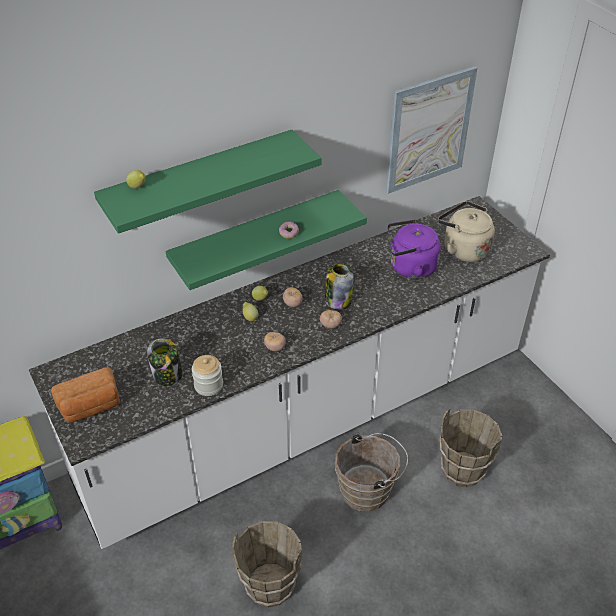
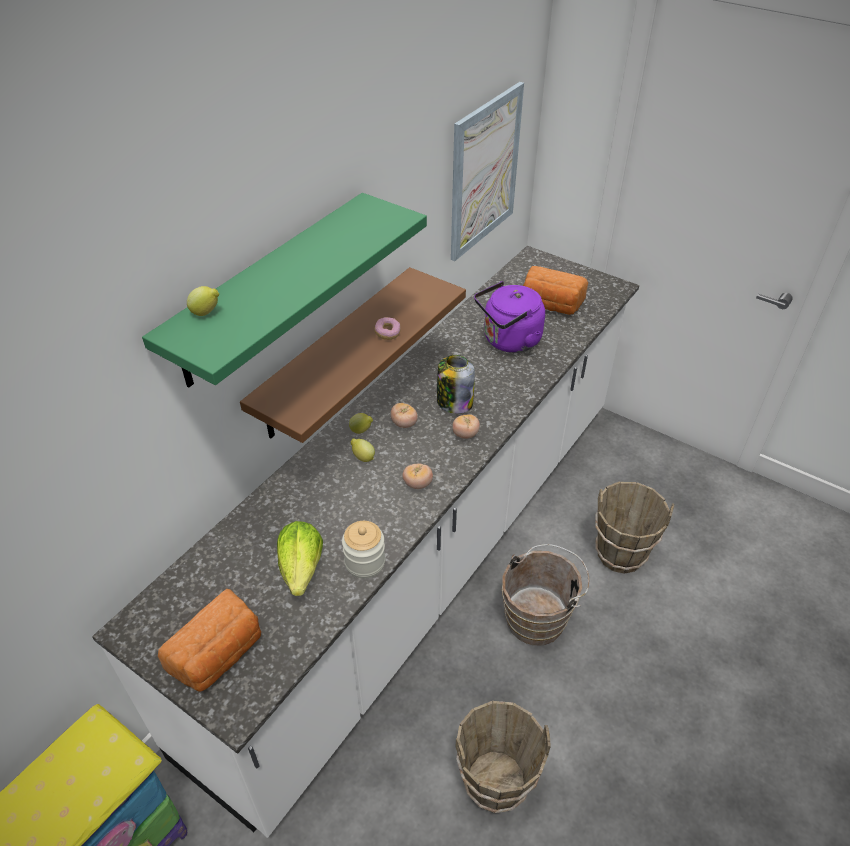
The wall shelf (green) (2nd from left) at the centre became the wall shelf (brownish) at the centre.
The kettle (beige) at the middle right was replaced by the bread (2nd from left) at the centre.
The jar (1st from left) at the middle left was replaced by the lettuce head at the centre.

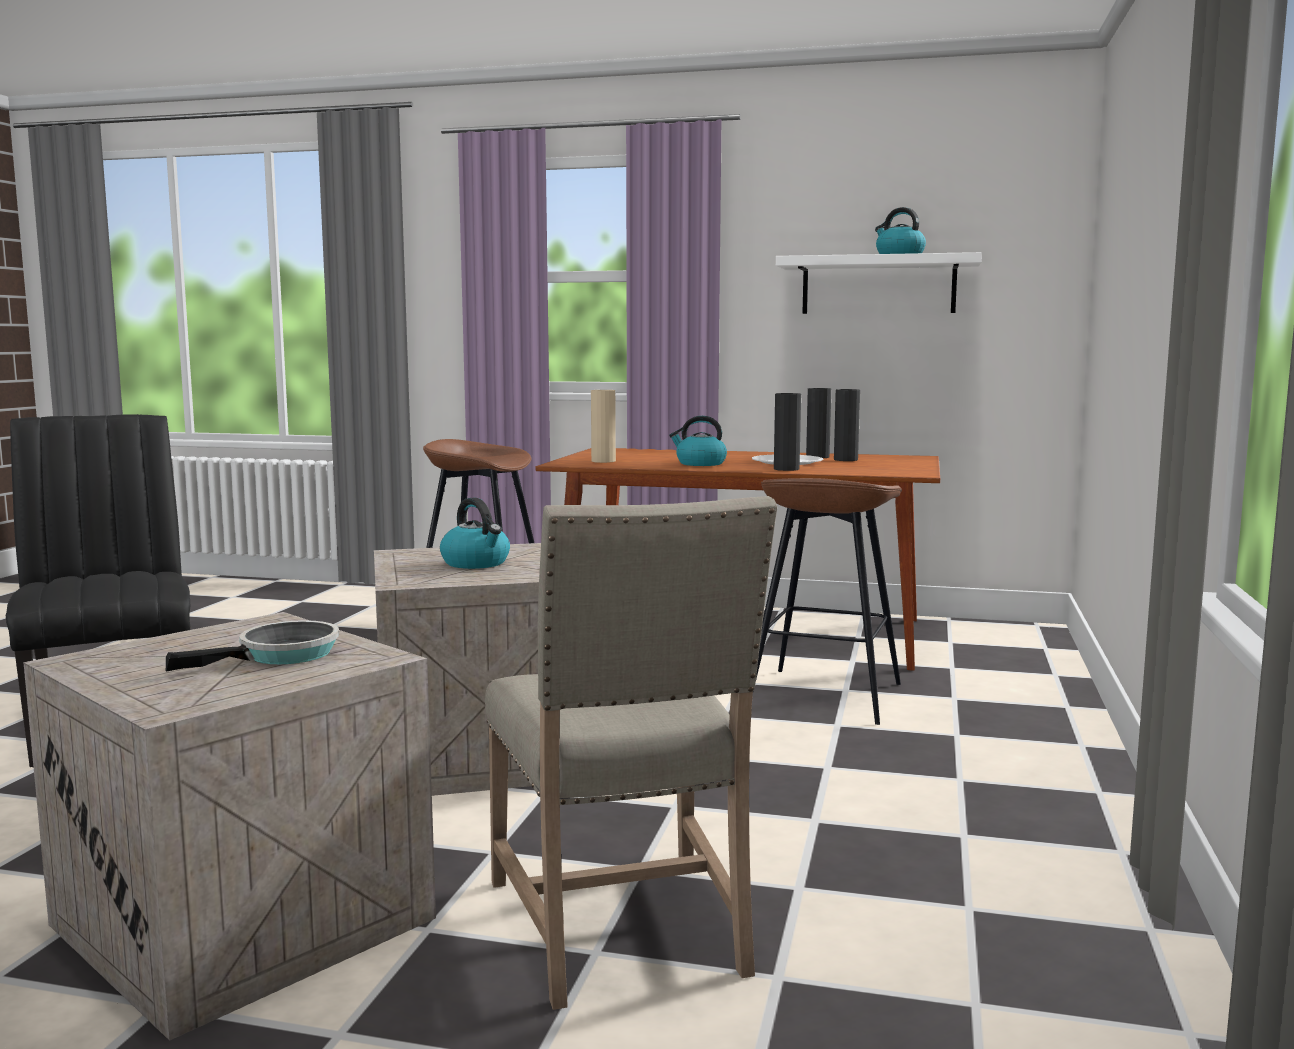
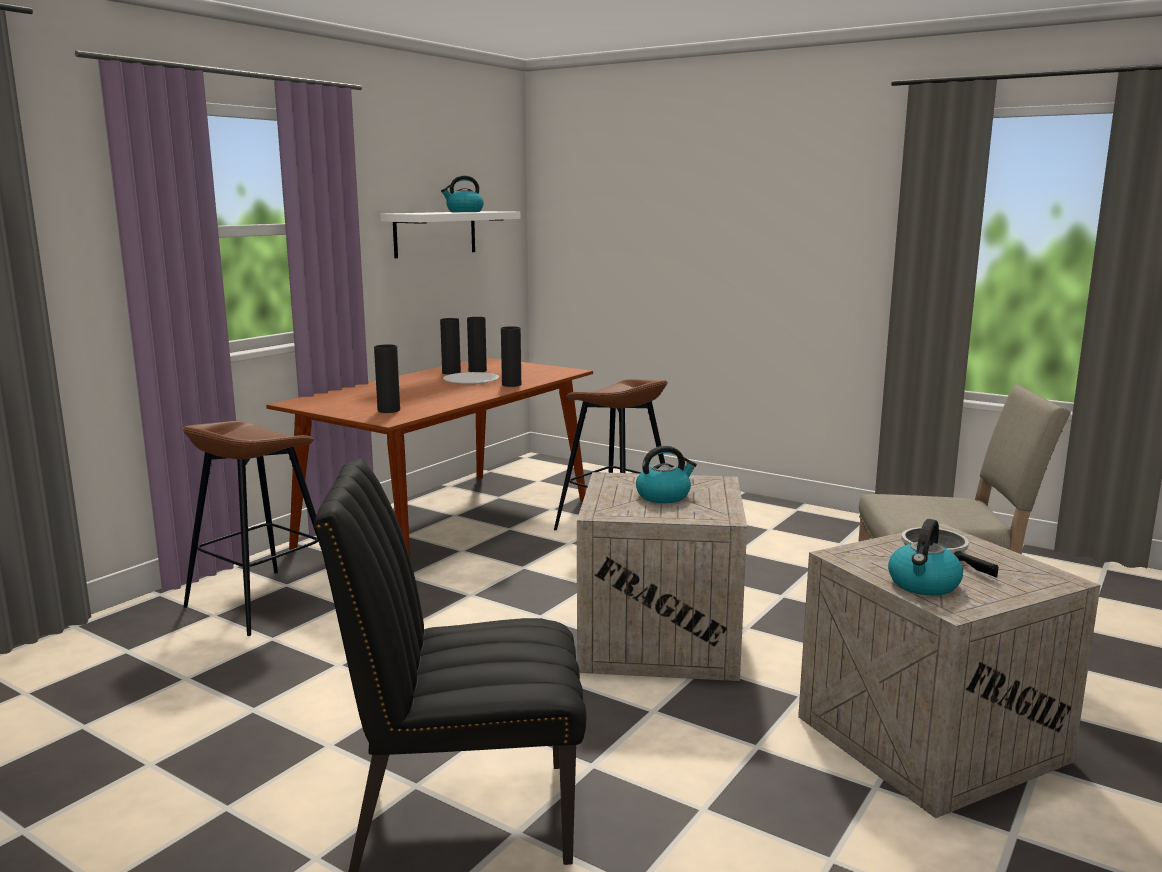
The decorative vase (beige) at the centre became the decorative vase (blackish) (1st from left) at the middle left.
The kettle (2nd from left in the first image) moved from the centre to the middle right.

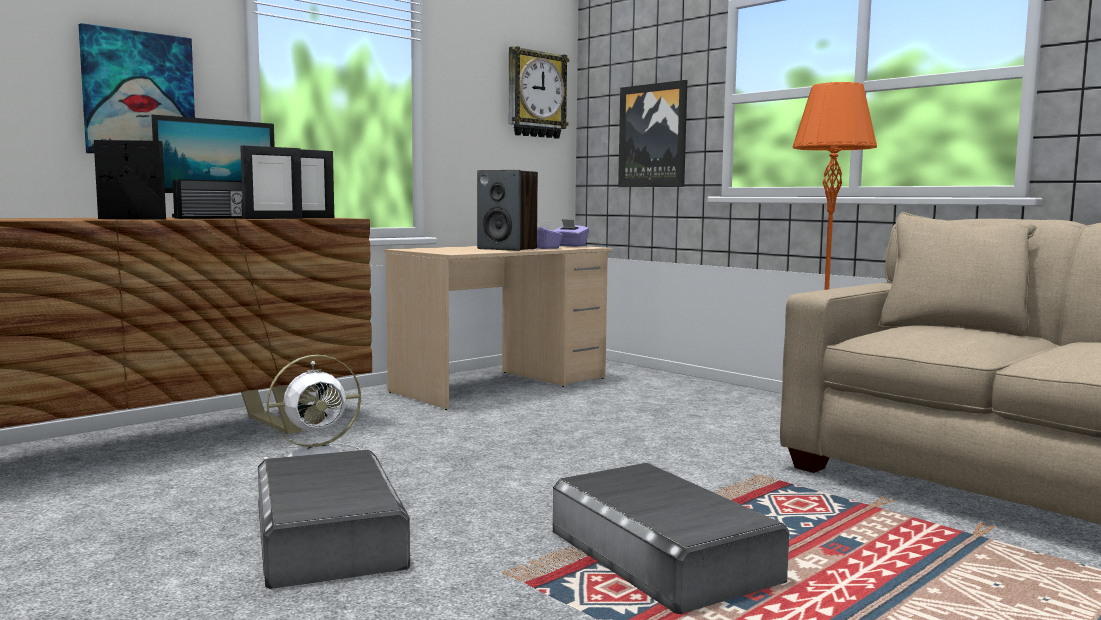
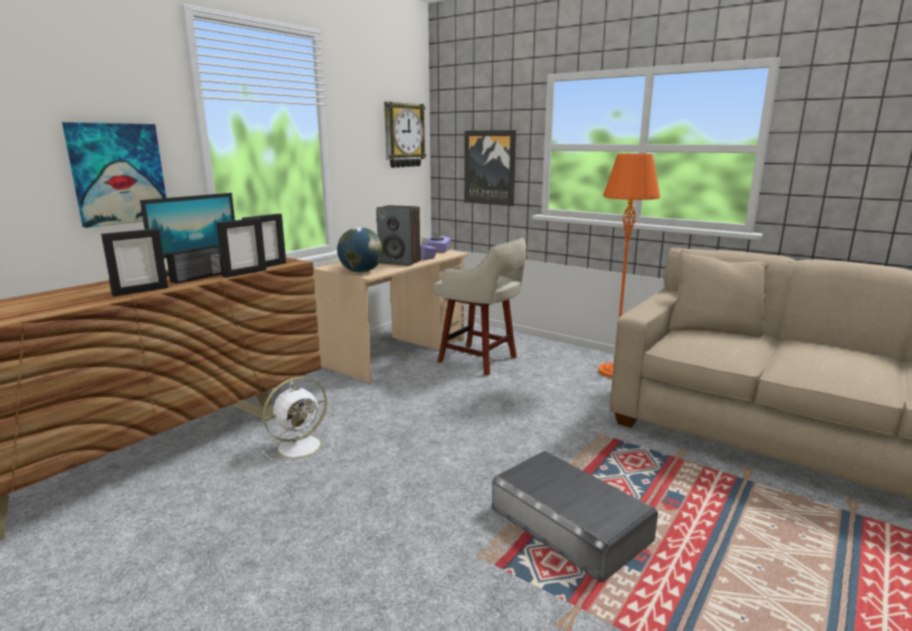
The standing frame (1st from left) at the top left turned 150 degrees clockwise.
The storage bin (gray) (1st from left) at the bottom left disappeared.
The globe at the centre appeared.
The stool seat (beige) at the centre appeared.

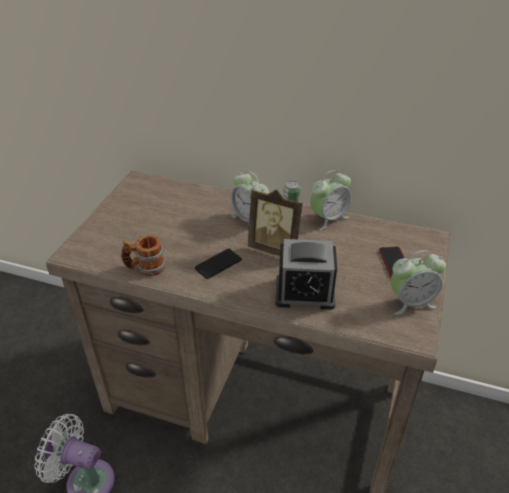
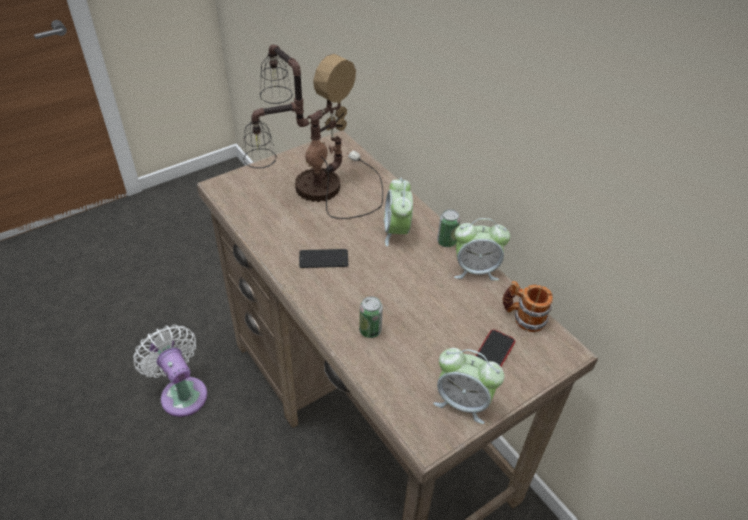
The standing frame at the centre disappeared.
The coffee mug moved from the middle left to the middle right.
The alarm clock (2nd from left) at the centre was replaced by the sealed can (1st from left) at the centre.
The lamp for a table at the top centre appeared.

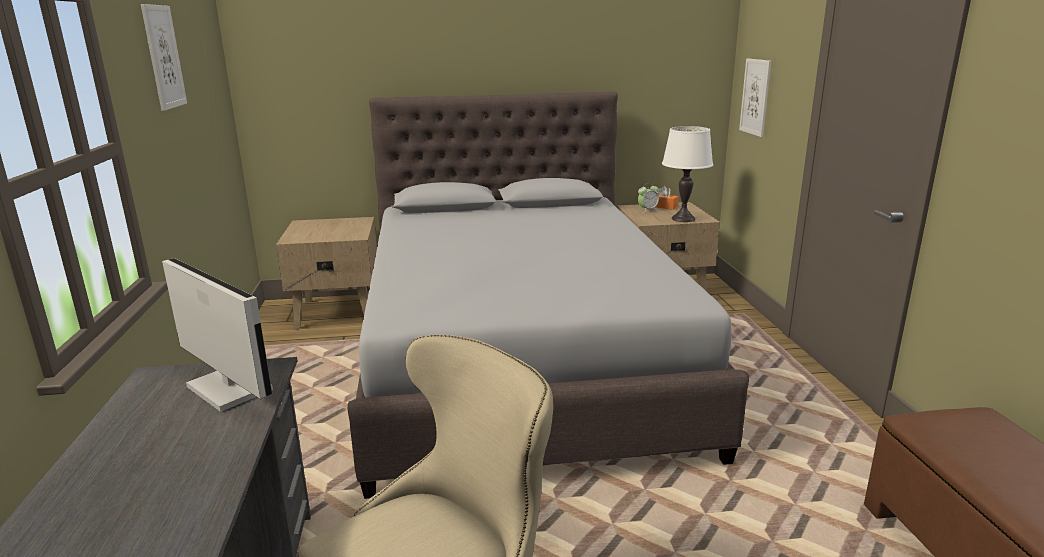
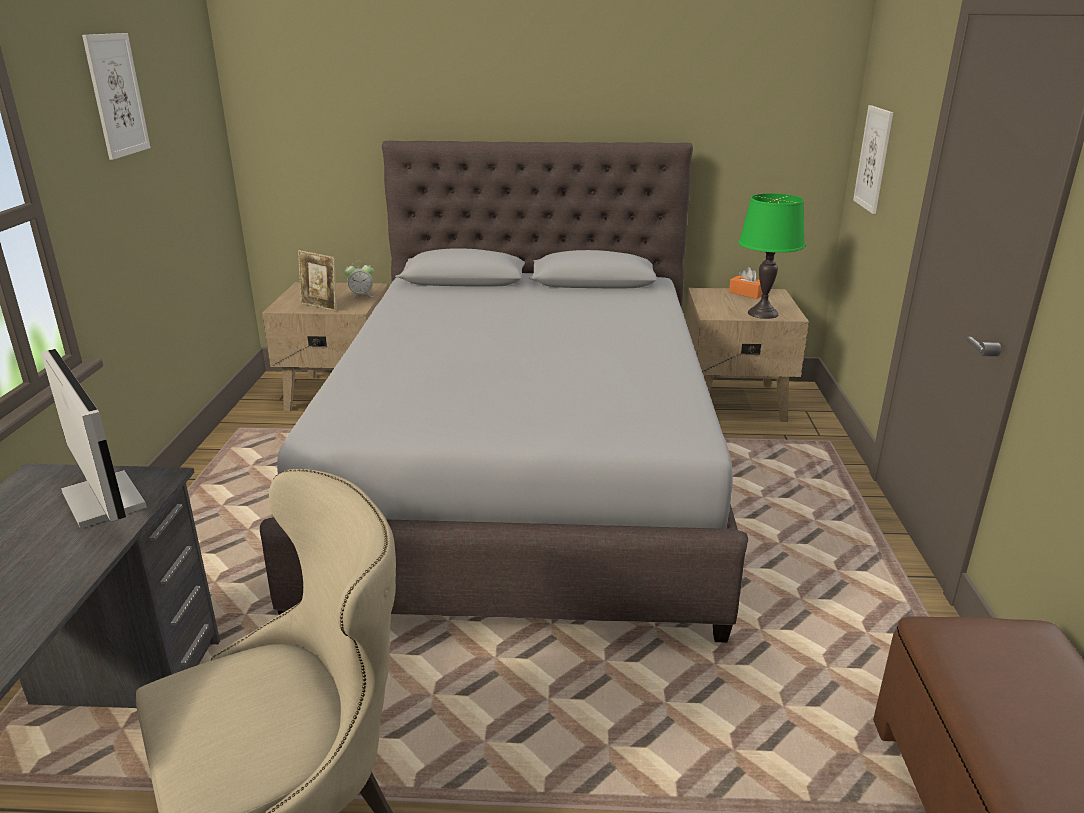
The lamp for a table (white) at the top centre became the lamp for a table (green) at the top right.
The alarm clock moved from the centre to the middle left.
The standing frame at the middle left appeared.

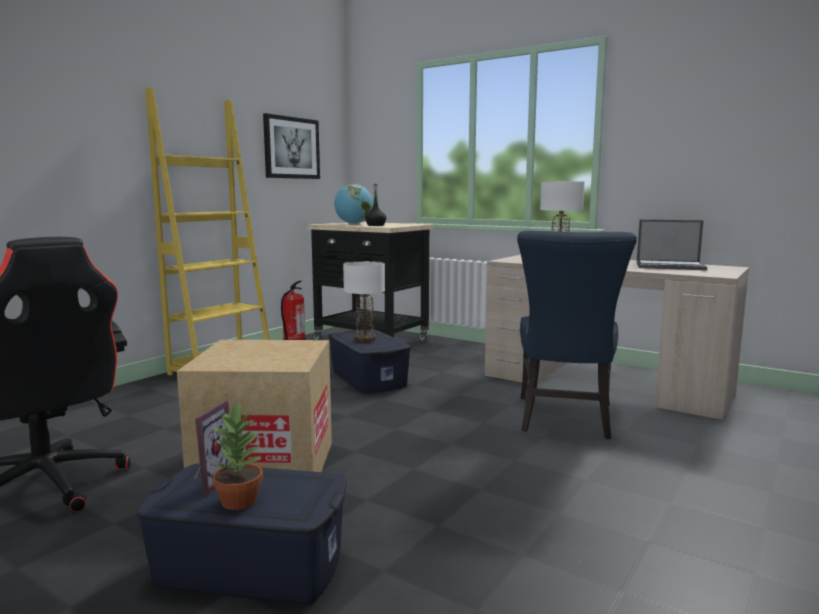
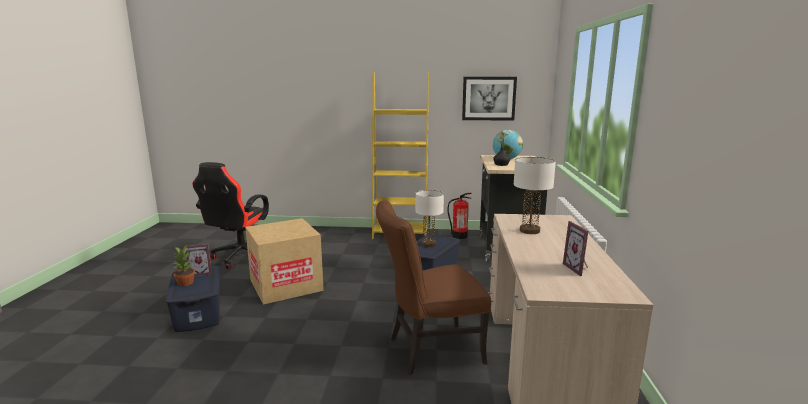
The notebook computer at the middle right was replaced by the standing frame (2nd from left) at the middle right.
The plain chair (blue-coloured) at the middle right became the plain chair (brownish) at the bottom centre.

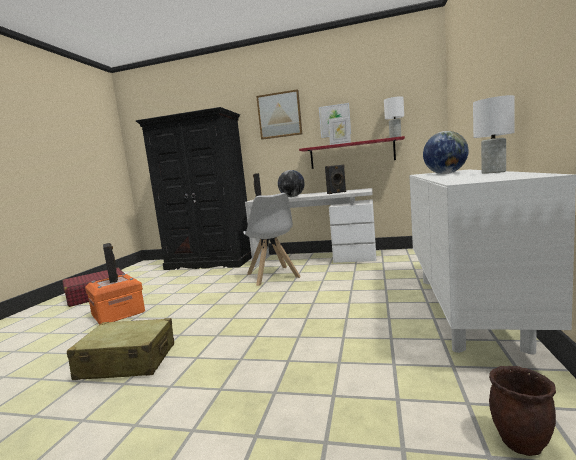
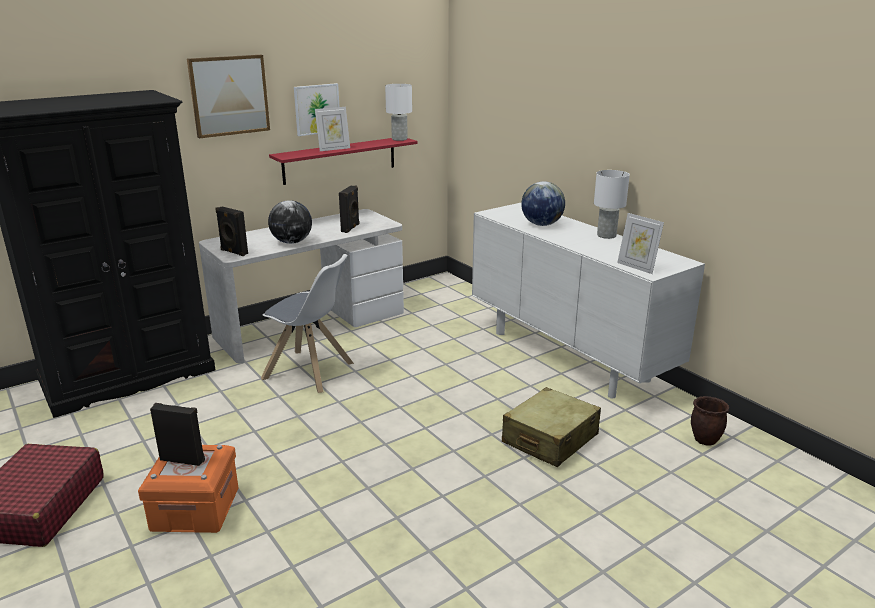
The piece of luggage (beige) moved from the bottom left to the bottom centre.
The standing frame (2nd from left) at the middle right appeared.

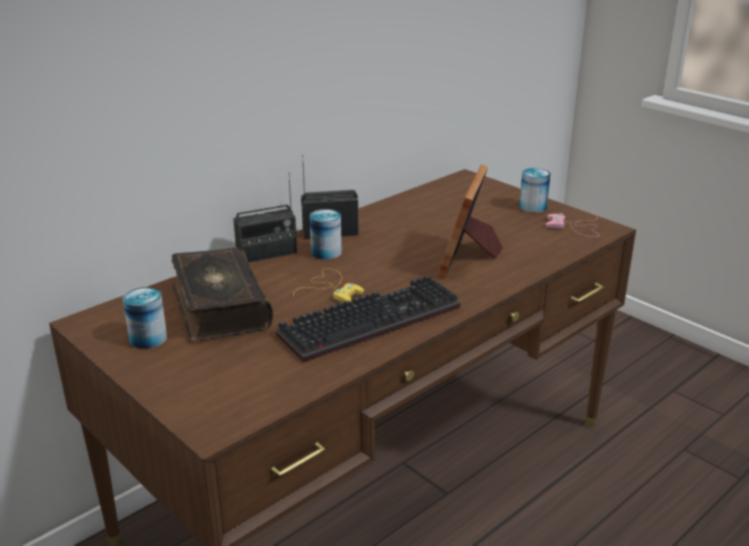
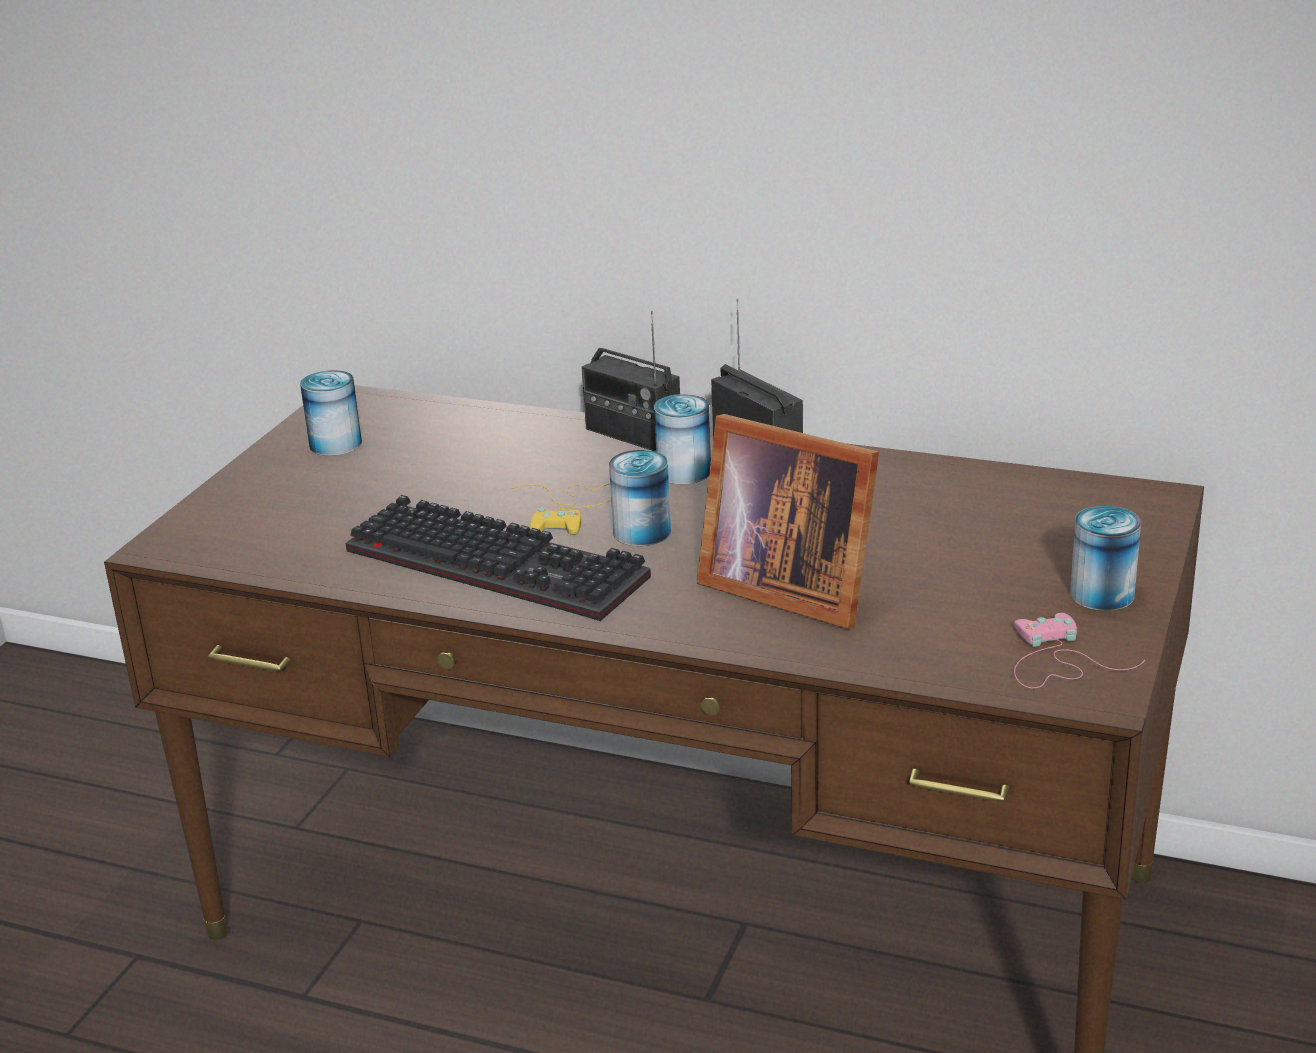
The standing frame at the centre turned 135 degrees counterclockwise.
The bound book at the middle left disappeared.
The sealed can (2nd from left) at the centre appeared.

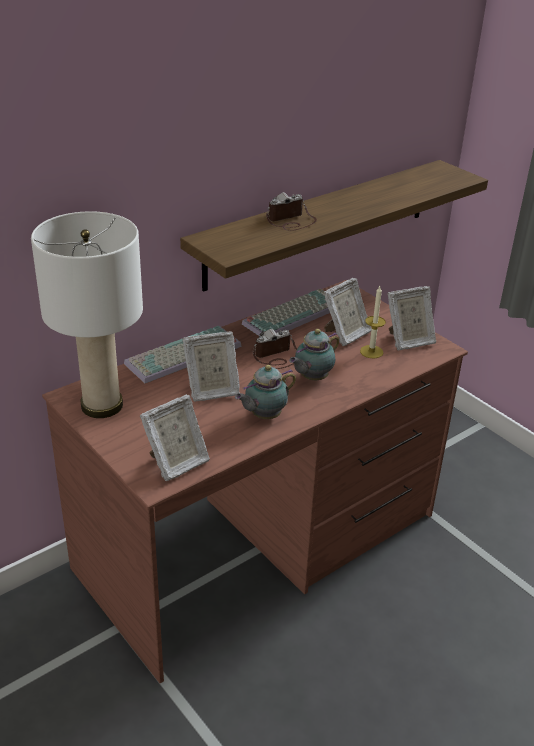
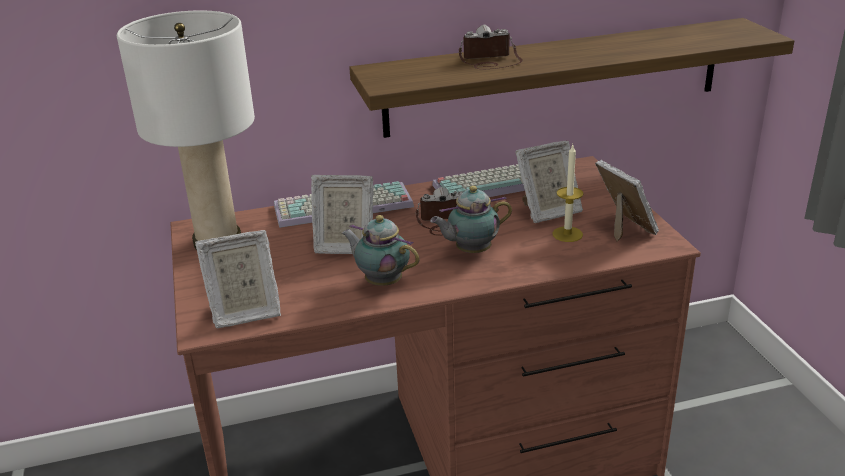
The standing frame (4th from left) at the middle right turned 120 degrees counterclockwise.
The teapot (1st from left) at the centre turned 45 degrees clockwise.

